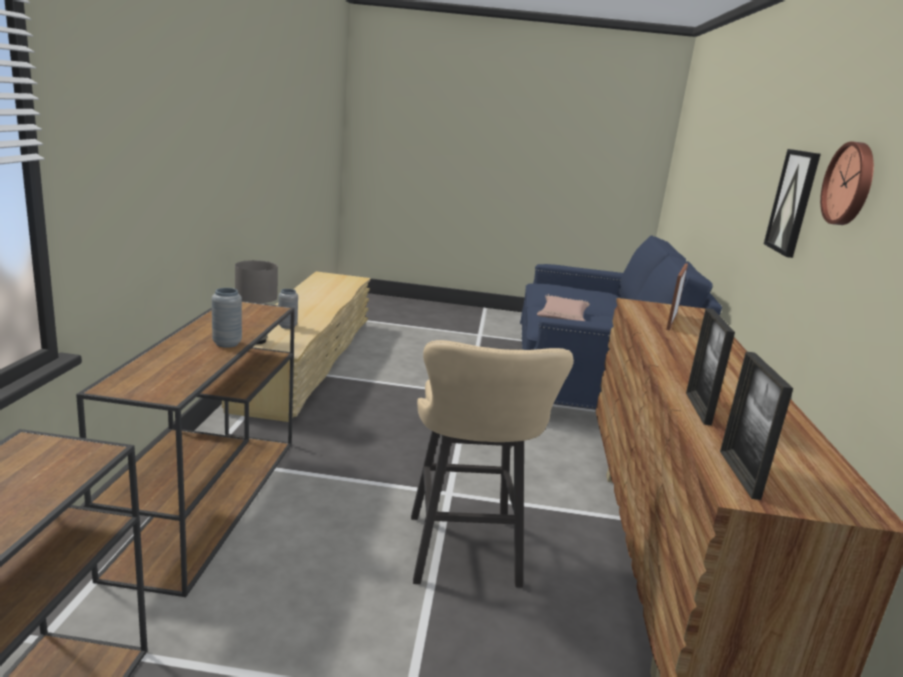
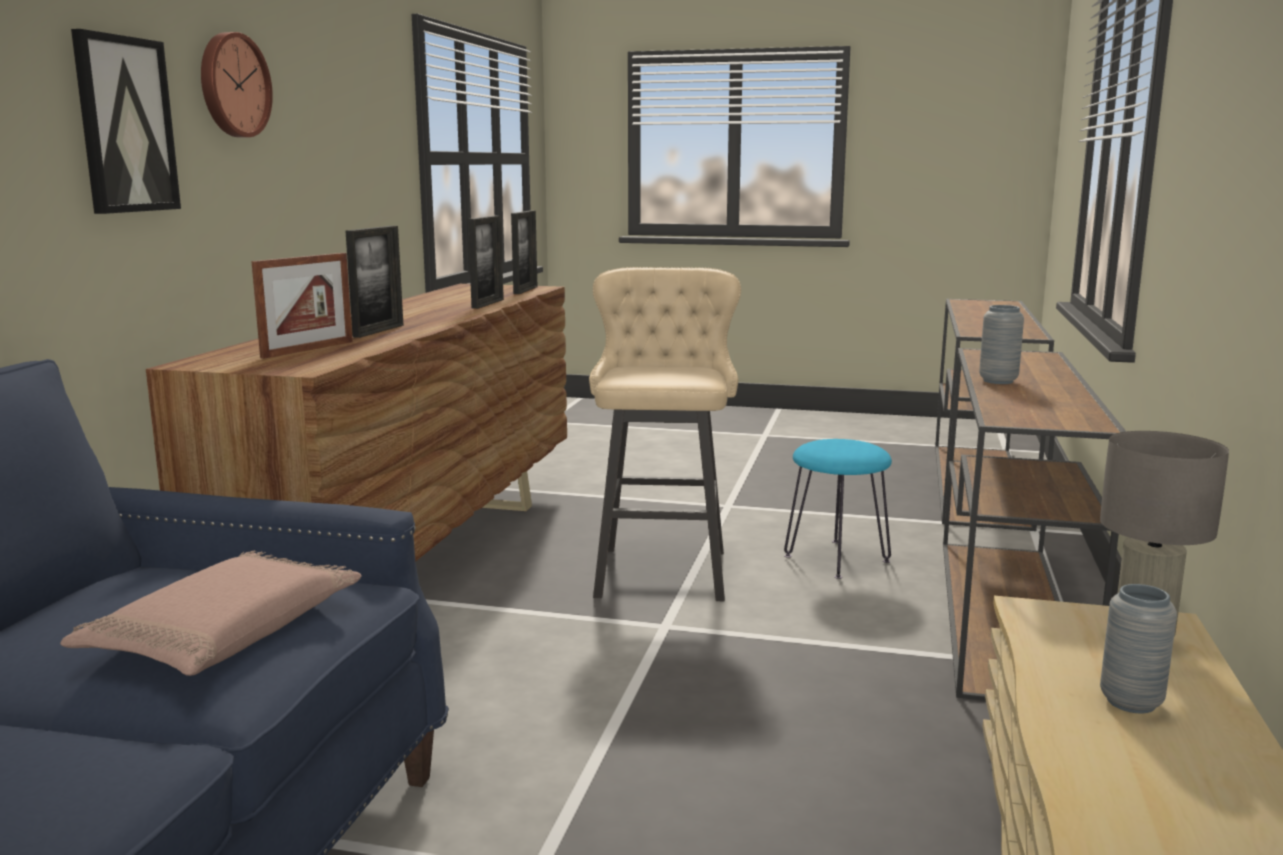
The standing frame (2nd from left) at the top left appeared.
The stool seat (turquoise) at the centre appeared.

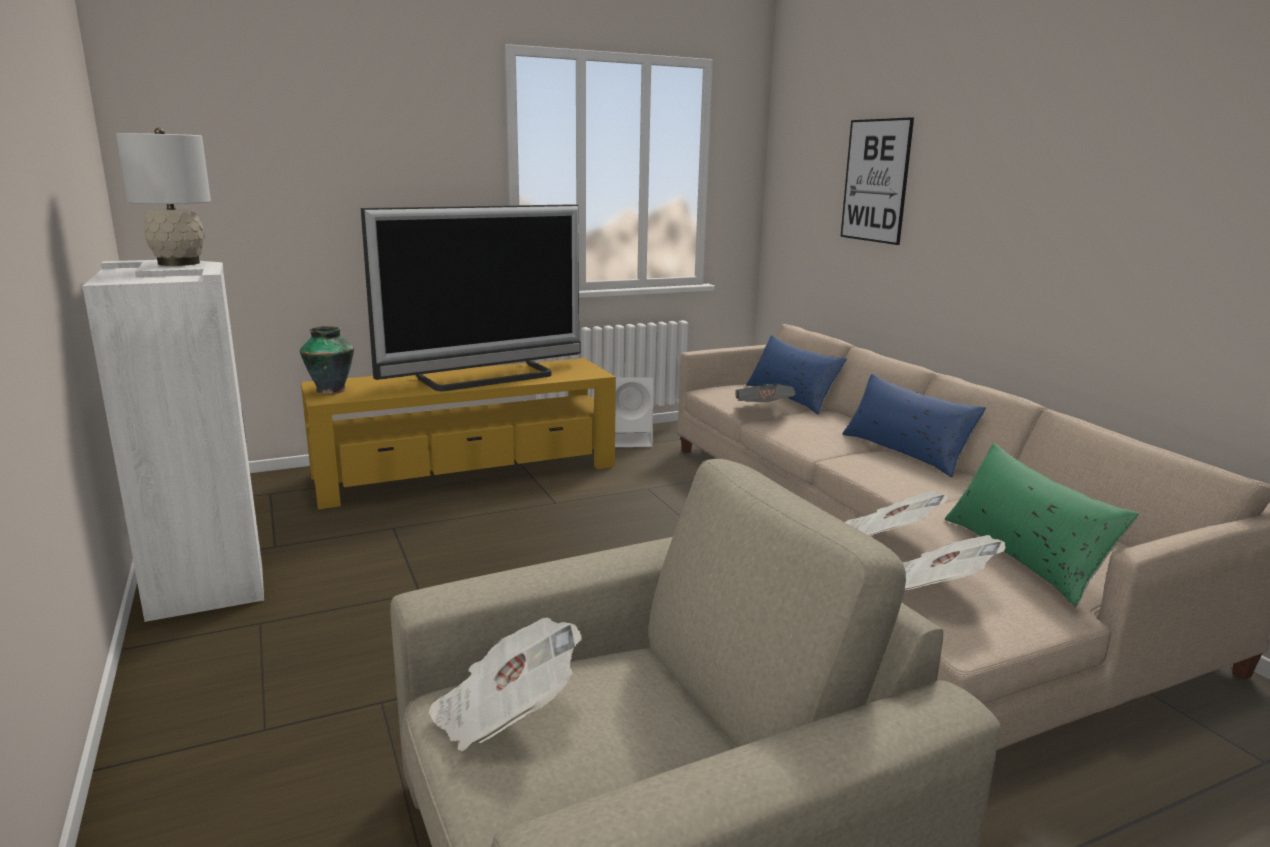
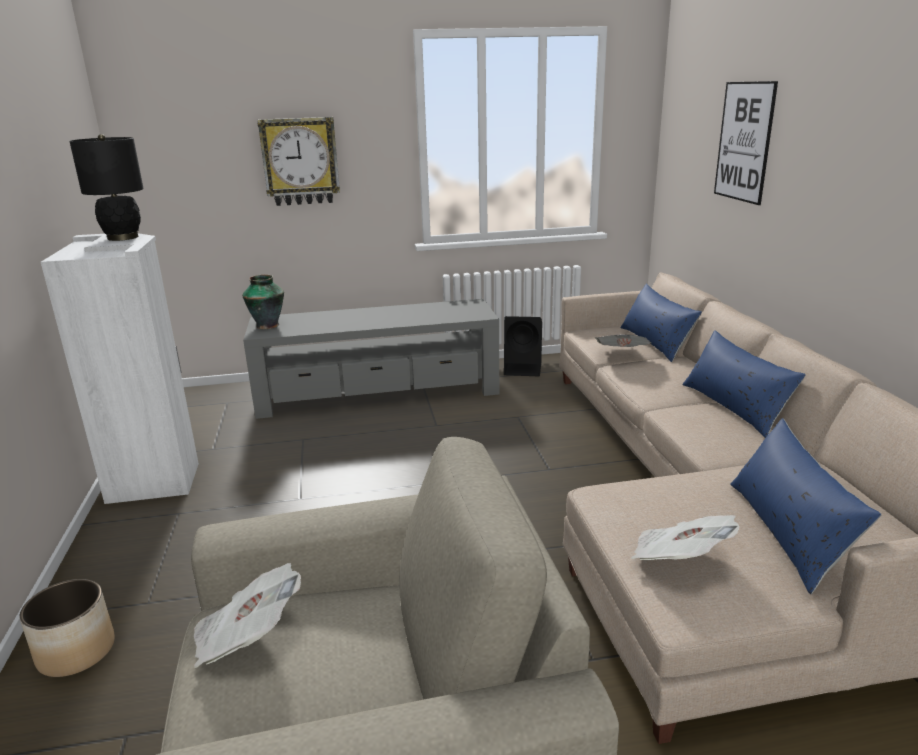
The lamp for a table (white) at the top left became the lamp for a table (blackish) at the top left.
The TV at the centre disappeared.
The tv stand (yellow) at the centre became the tv stand (gray) at the centre.
The speaker (white) at the centre became the speaker (blackish) at the centre.
The pillow (green) at the middle right became the pillow (blue-coloured) (3rd from left) at the bottom right.
The printed paper (3rd from left) at the middle right disappeared.
The wall clock at the top left appeared.
The planter at the bottom left appeared.

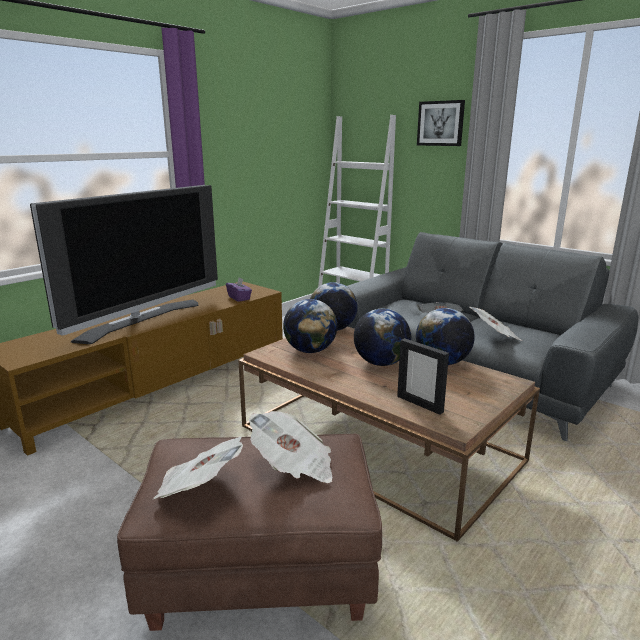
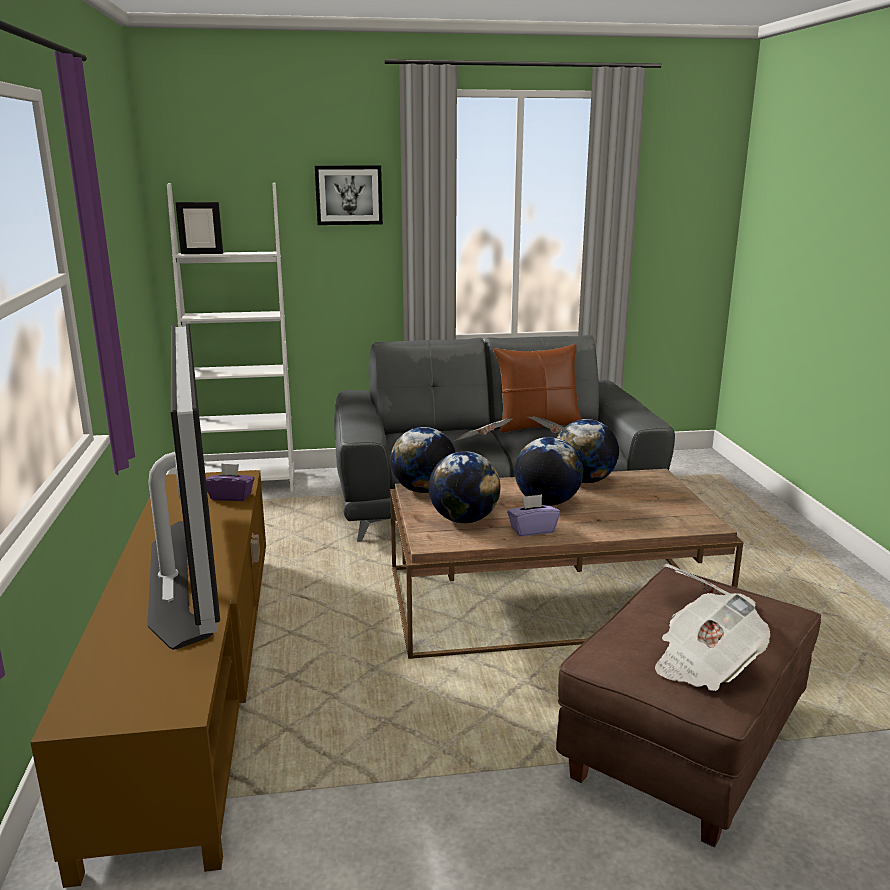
The standing frame moved from the centre to the top left.
The pillow (brownish) at the centre appeared.
The tissue box (purplish) (2nd from left) at the centre appeared.

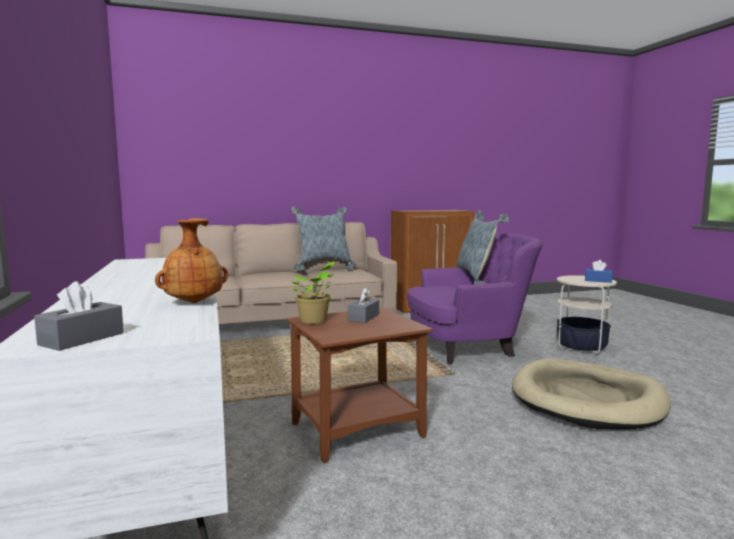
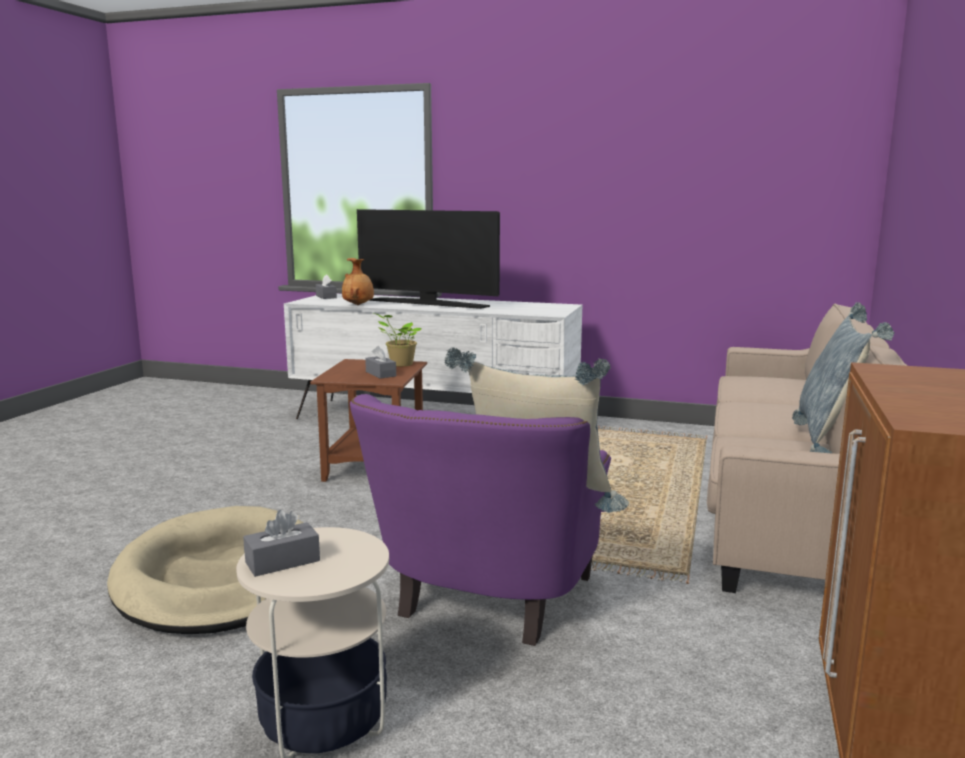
The tissue box (blue-coloured) at the middle right became the tissue box (gray) (1st from left) at the bottom left.
The TV at the centre appeared.

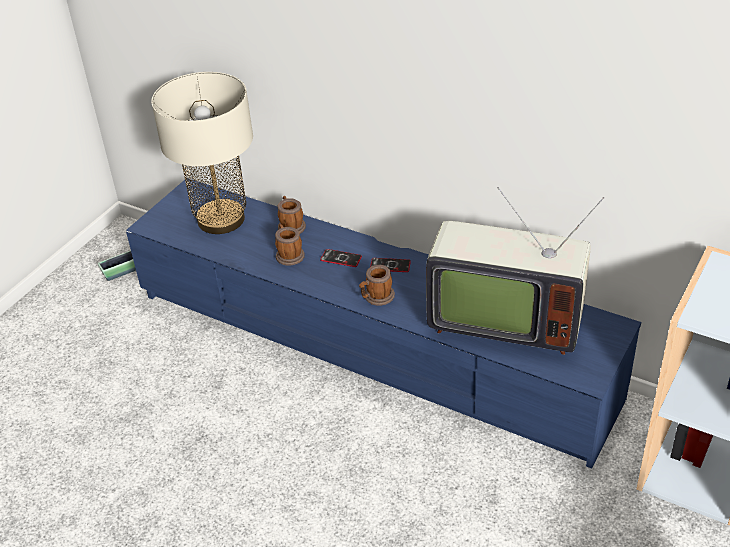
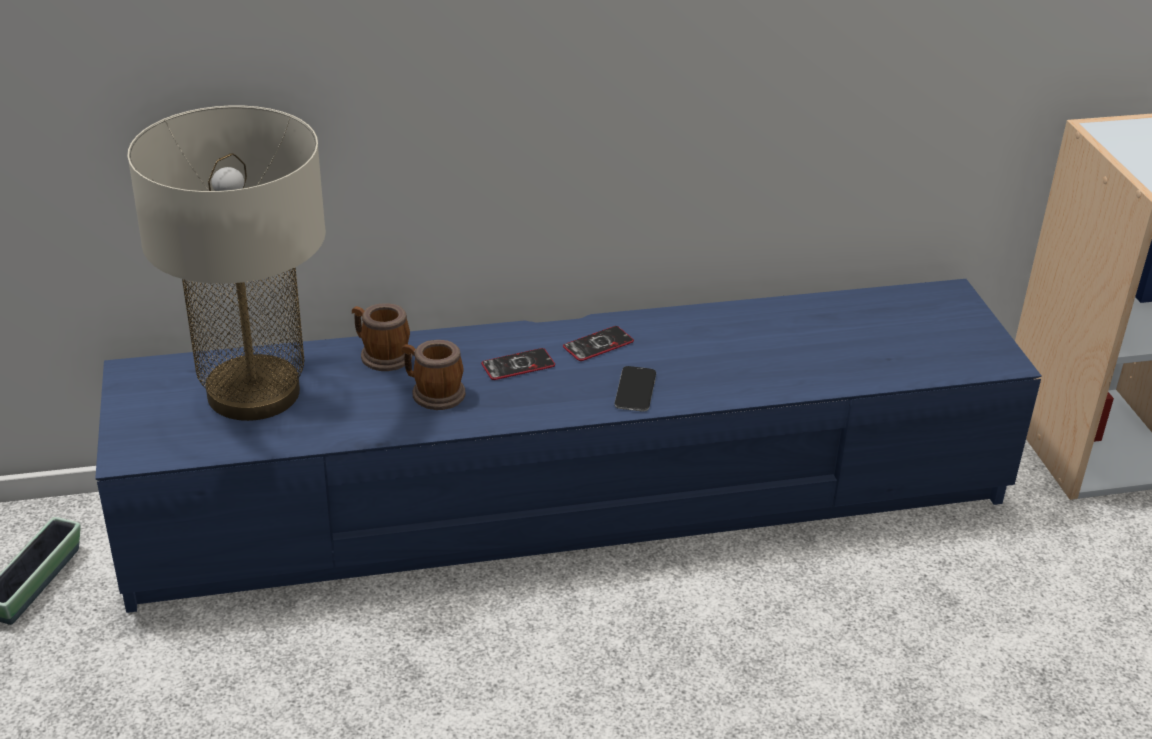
The TV at the middle right disappeared.
The coffee mug (3rd from left) at the centre was replaced by the handset (3rd from left) at the centre.

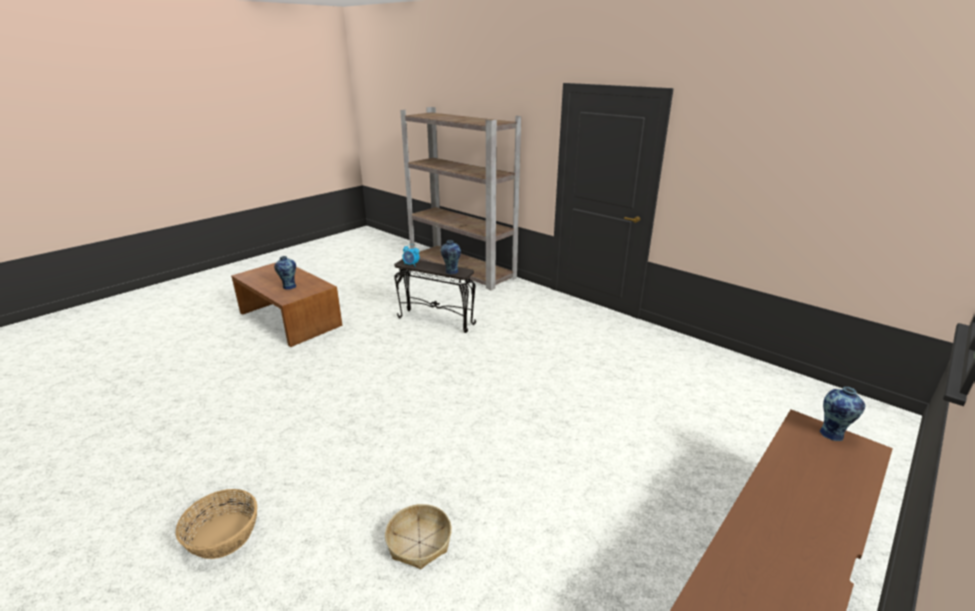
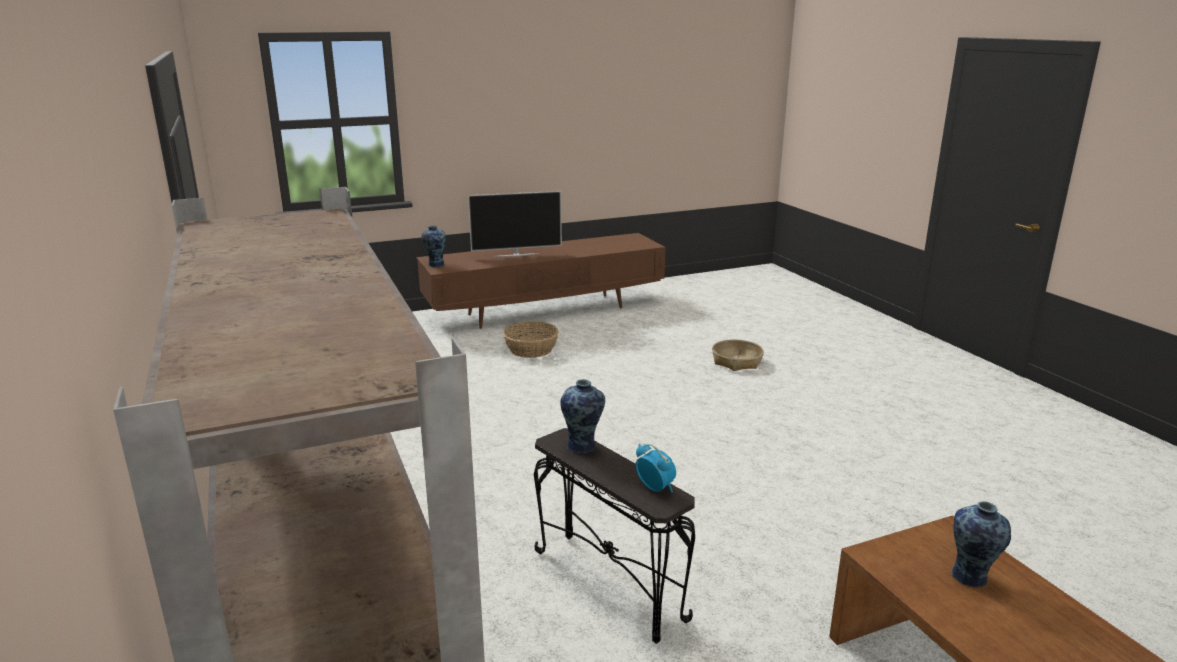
The household basket (1st from left) moved from the bottom left to the centre.
The TV at the centre appeared.

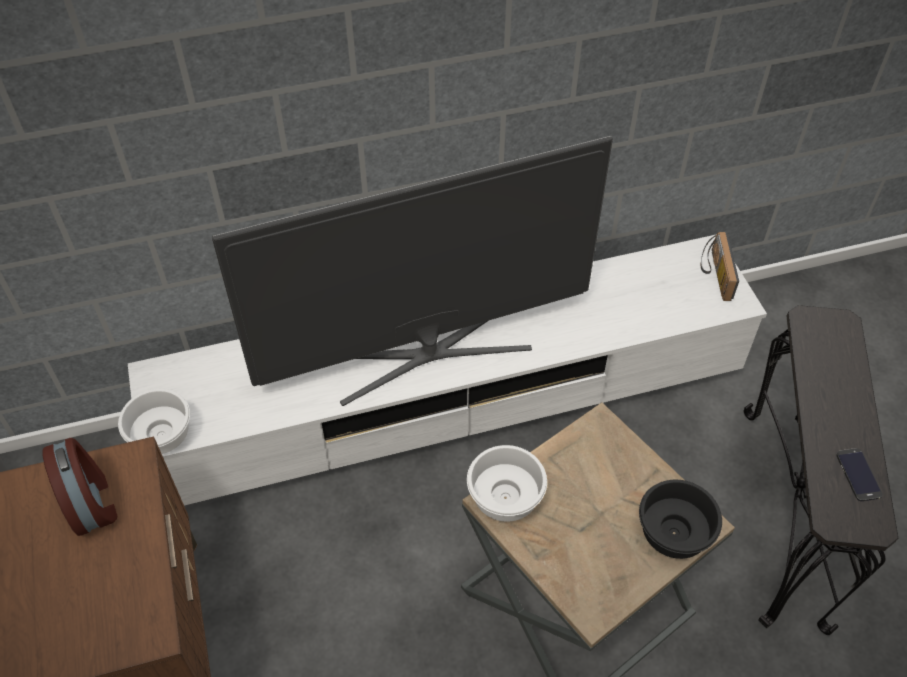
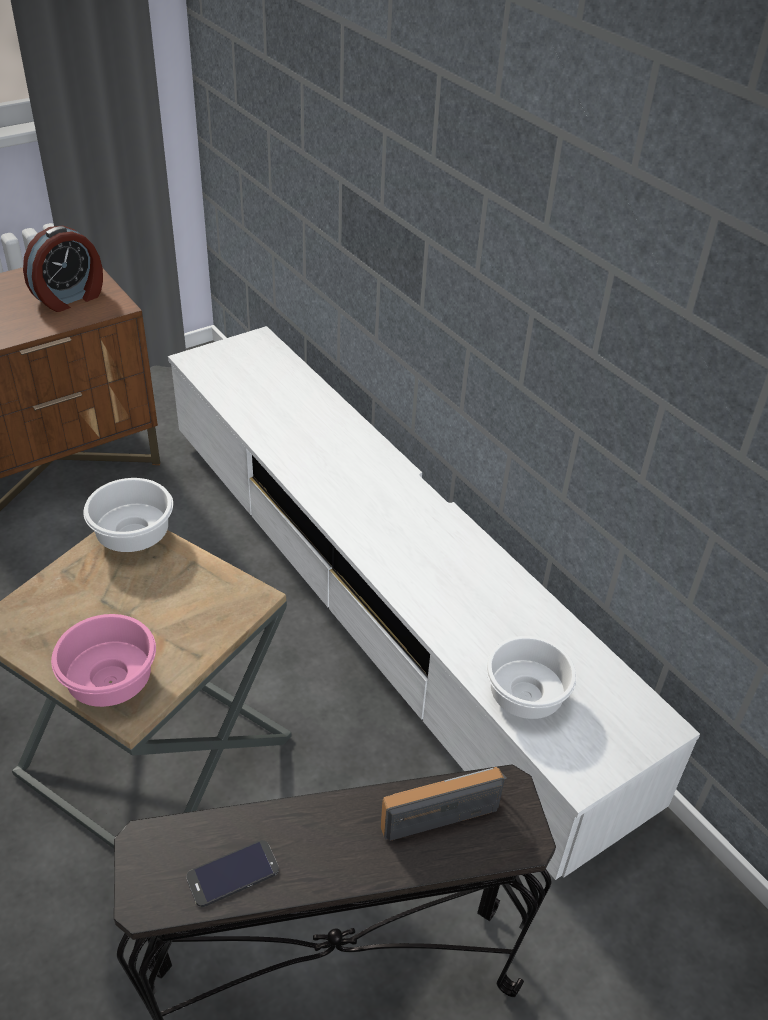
The TV at the centre disappeared.
The radio receiver moved from the middle right to the bottom centre.
The serving bowl (white) (1st from left in the first image) moved from the middle left to the middle right.
The serving bowl (blackish) at the bottom right became the serving bowl (pink) at the middle left.

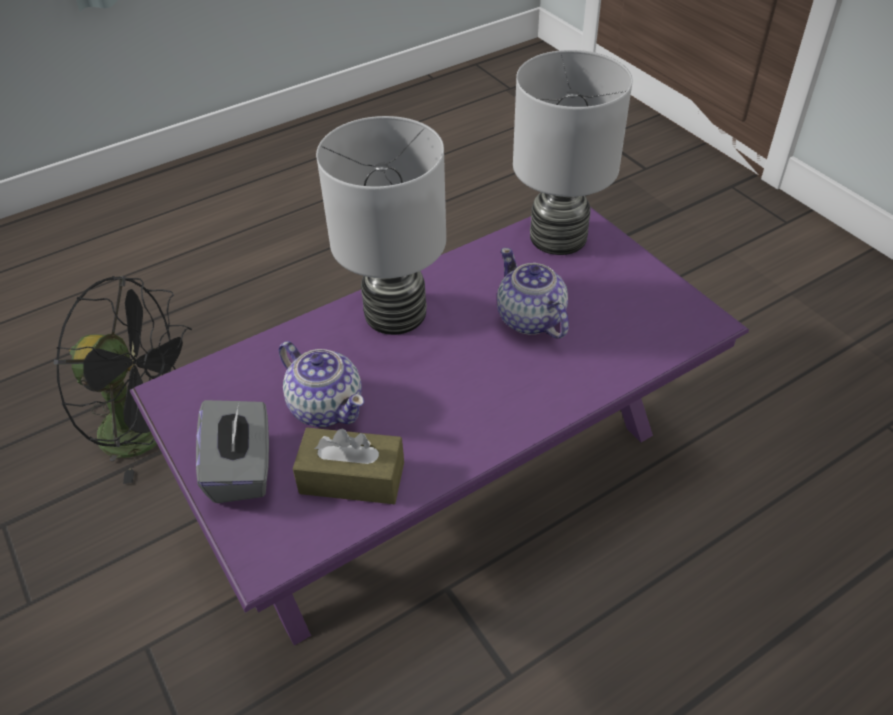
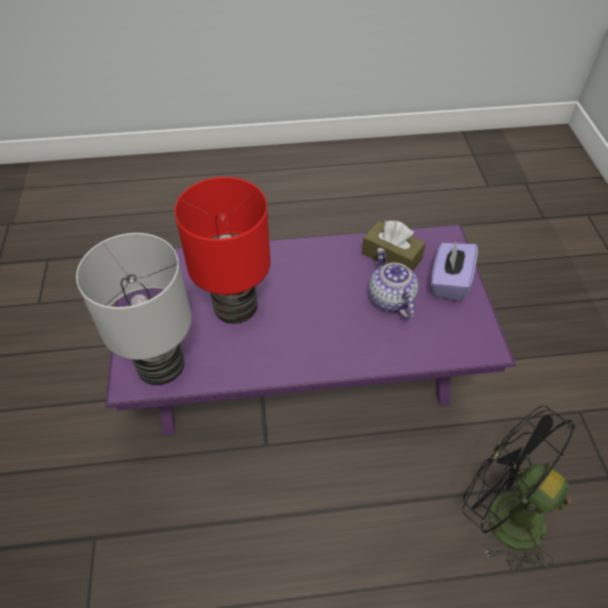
The lamp for a table (gray) (1st from left) at the top centre disappeared.
The teapot (2nd from left) at the centre was replaced by the lamp for a table (red) at the centre.
The tissue box (gray) at the middle left became the tissue box (purplish) at the middle right.

